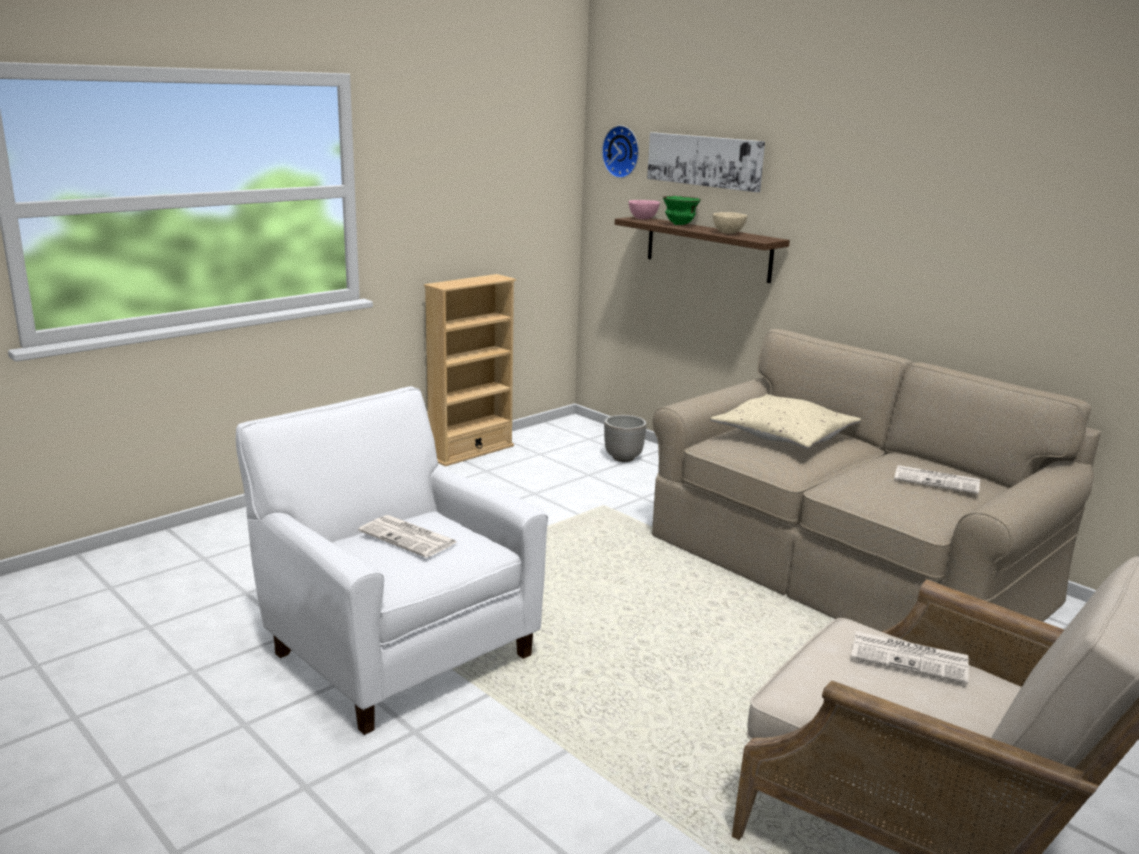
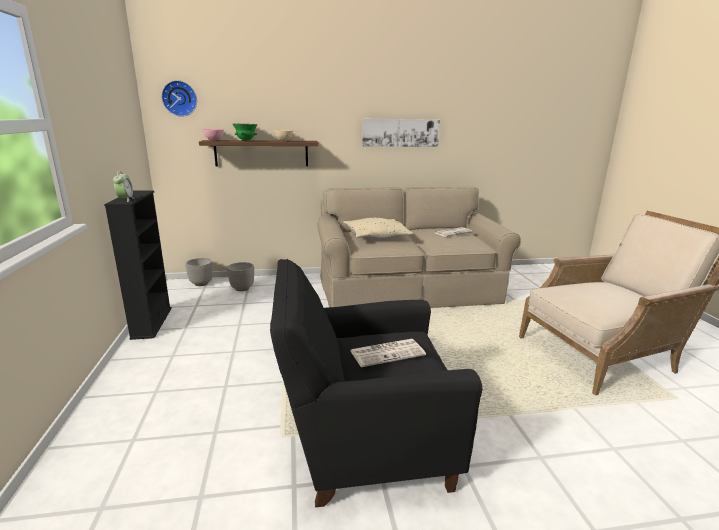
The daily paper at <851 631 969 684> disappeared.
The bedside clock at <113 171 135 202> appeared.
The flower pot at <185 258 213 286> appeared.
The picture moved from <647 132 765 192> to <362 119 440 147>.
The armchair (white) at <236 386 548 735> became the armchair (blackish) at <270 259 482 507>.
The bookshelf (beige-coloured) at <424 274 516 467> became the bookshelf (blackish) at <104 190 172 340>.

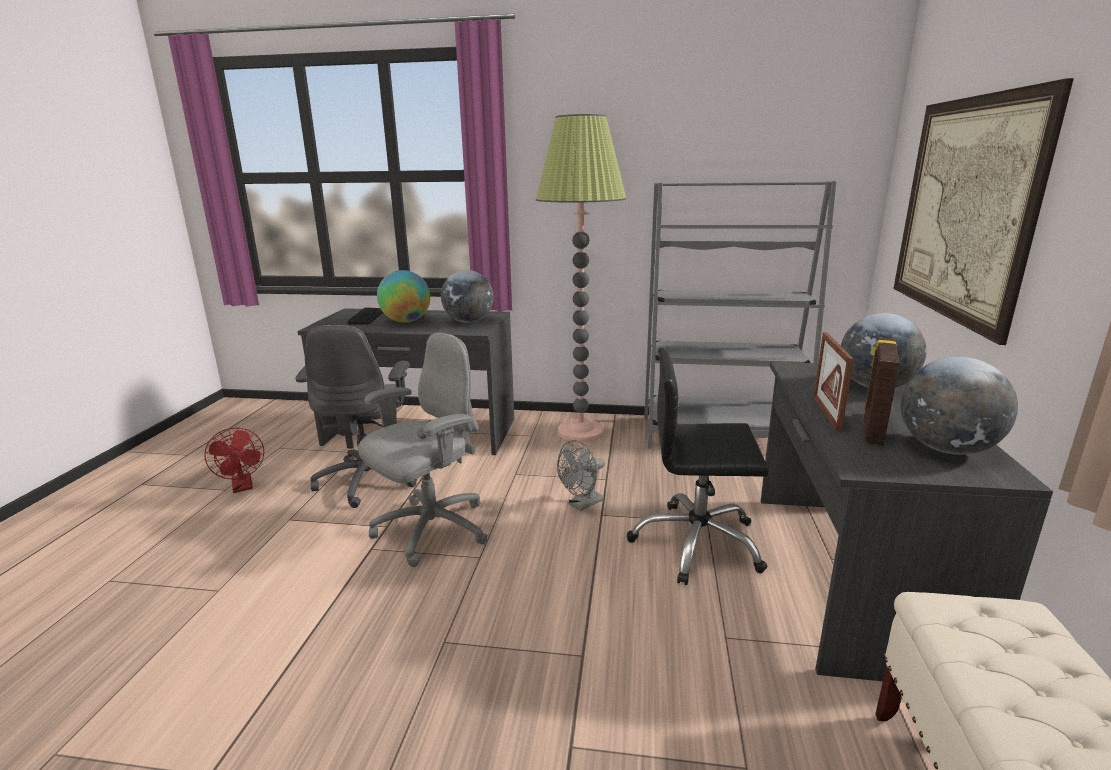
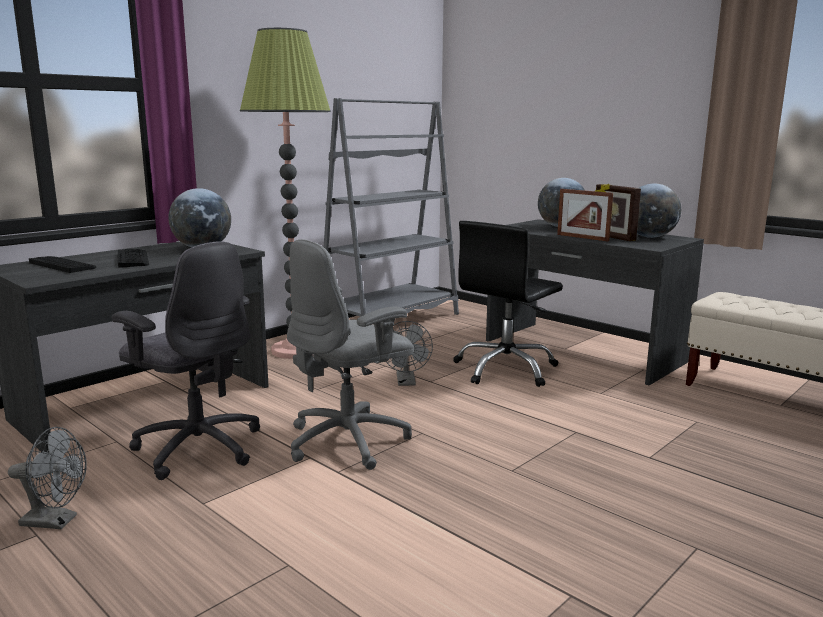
The picture at <893 78 1074 345> disappeared.
The globe at <377 270 430 323> was replaced by the PC keyboard at <118 249 149 268>.
The fan (red-coloured) at <204 428 264 493> became the fan (gray) at <8 427 87 529>.
The desk chair (gray) at <358 333 488 567> turned 120 degrees counterclockwise.

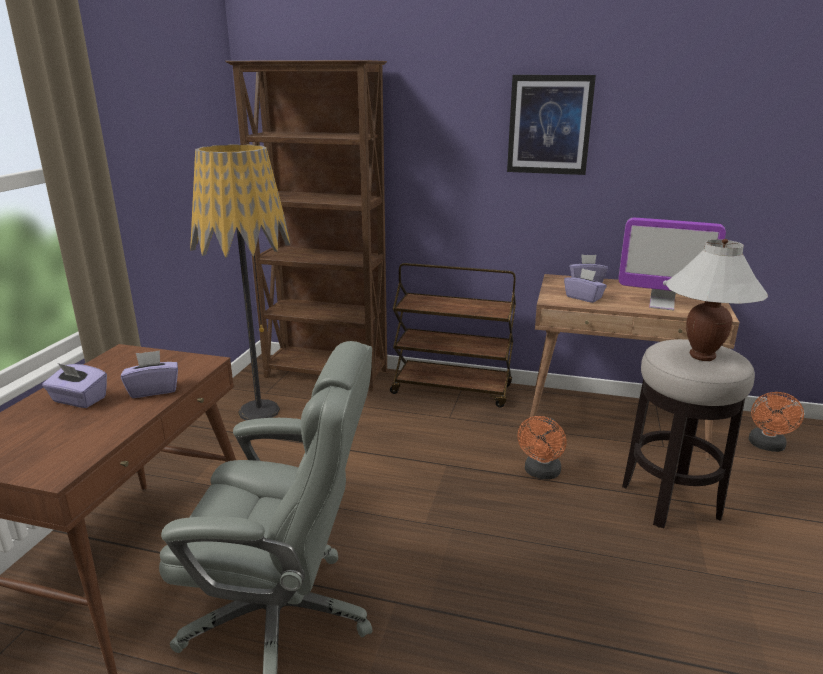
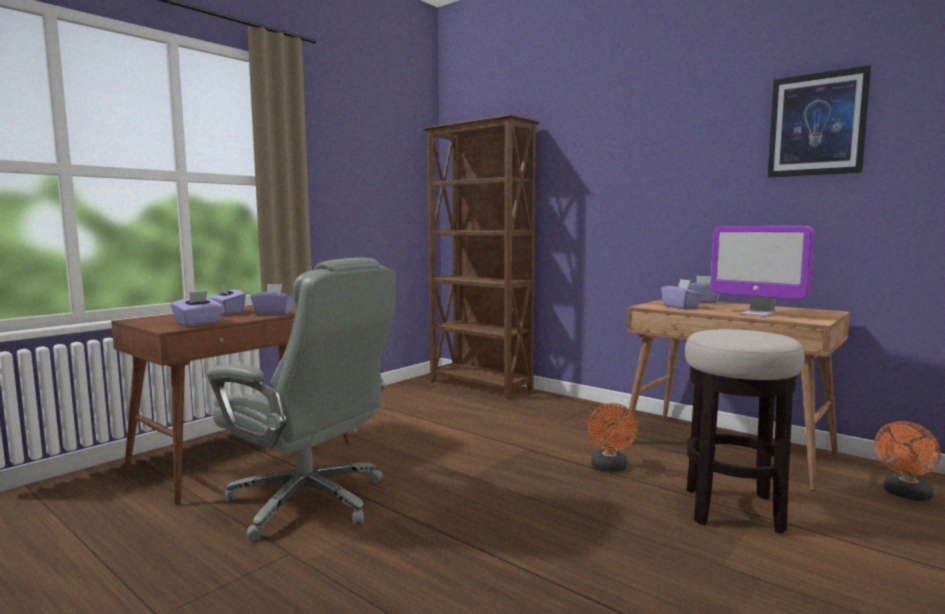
The standard lamp at <190 144 290 420> disappeared.
The cart (brown-coloured) at <390 263 516 408> disappeared.
The tabletop lamp (white) at <666 239 768 361> disappeared.
The tissue box (purple) at <171 291 223 326> appeared.
The picture moved from <507 75 596 175> to <767 65 871 177>.
The fan (orange-coloured) at <517 416 566 480> turned 45 degrees counterclockwise.

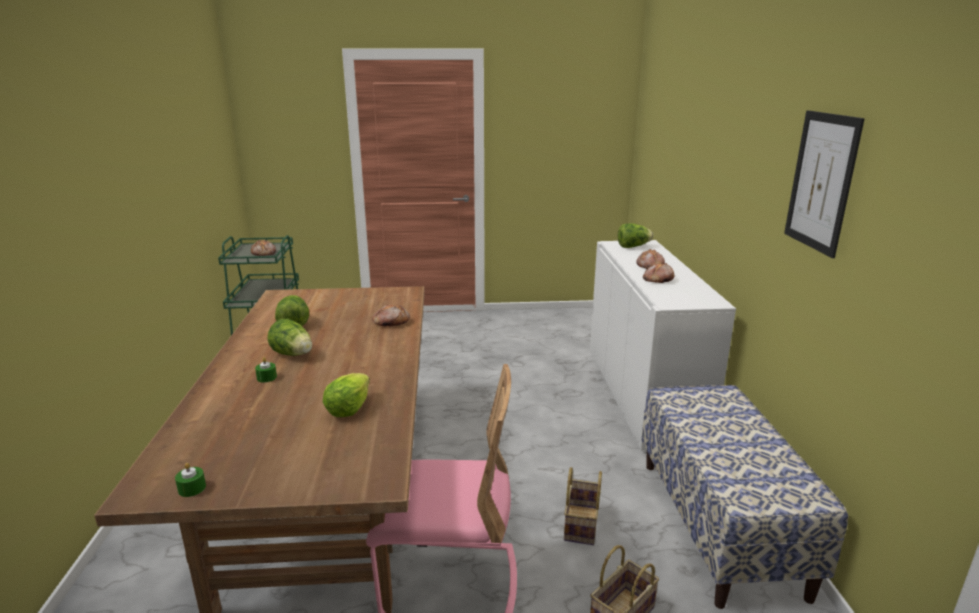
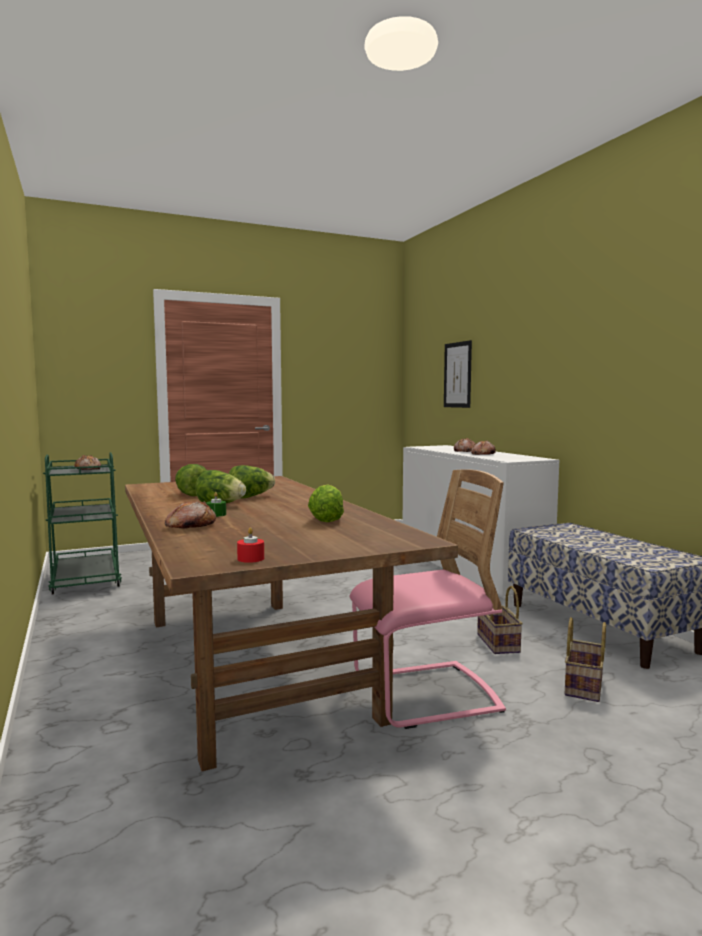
The bread moved from <372 305 410 327> to <165 502 216 529>.
The lettuce head moved from <618 223 653 248> to <229 465 275 498>.
The picture moved from <784 110 865 258> to <444 340 472 408>.
The wax candle (green) at <175 463 206 497> became the wax candle (red-coloured) at <237 527 264 563>.

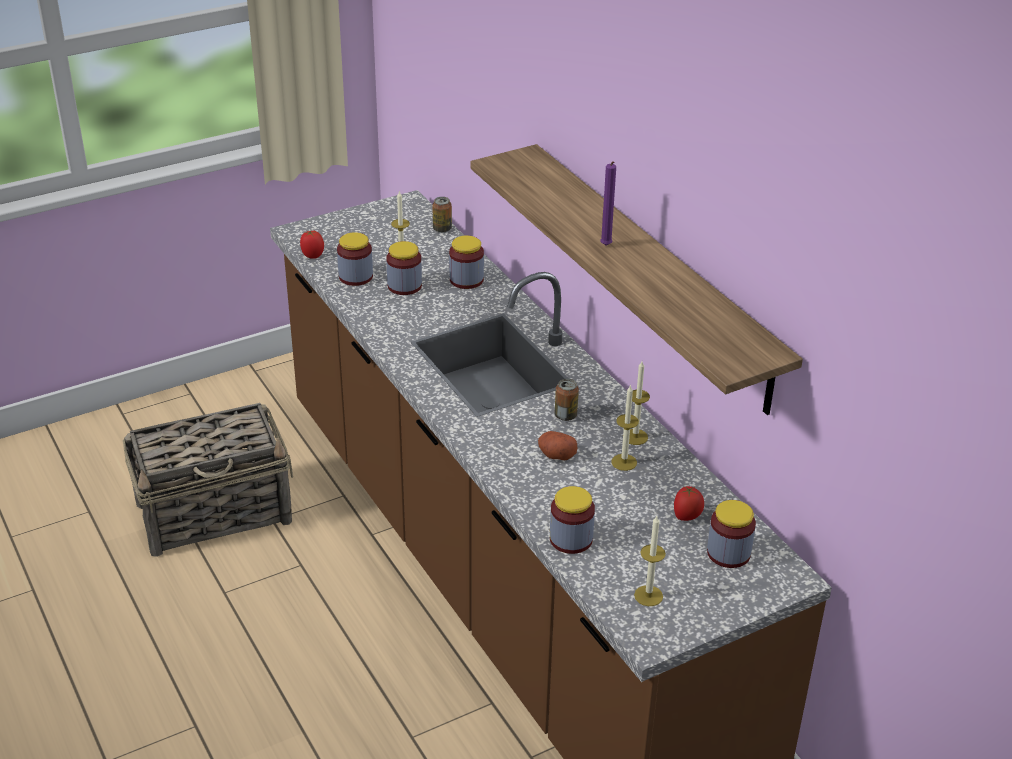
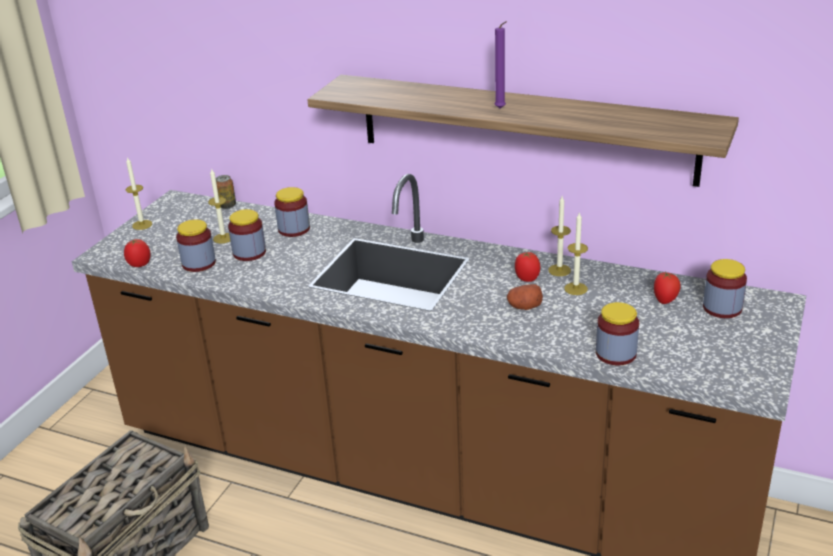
The sealed can at <555 379 579 421> disappeared.
The whole tomato at <515 252 540 282> appeared.
The wax candle moved from <634 516 666 606> to <126 157 152 230>.

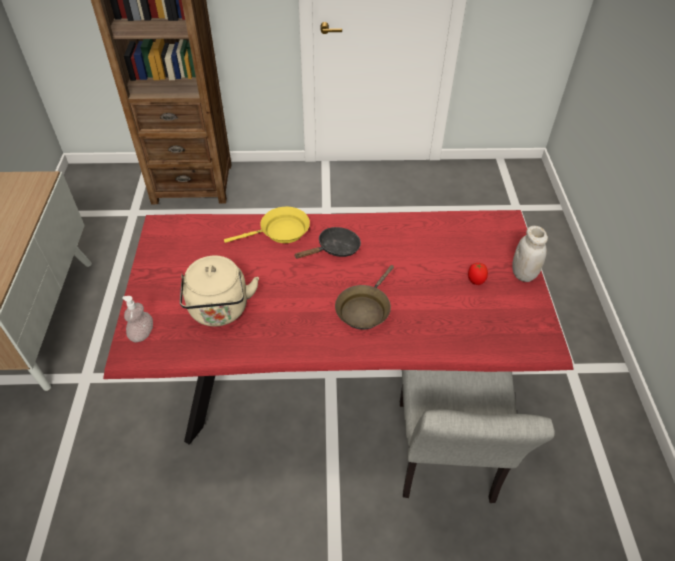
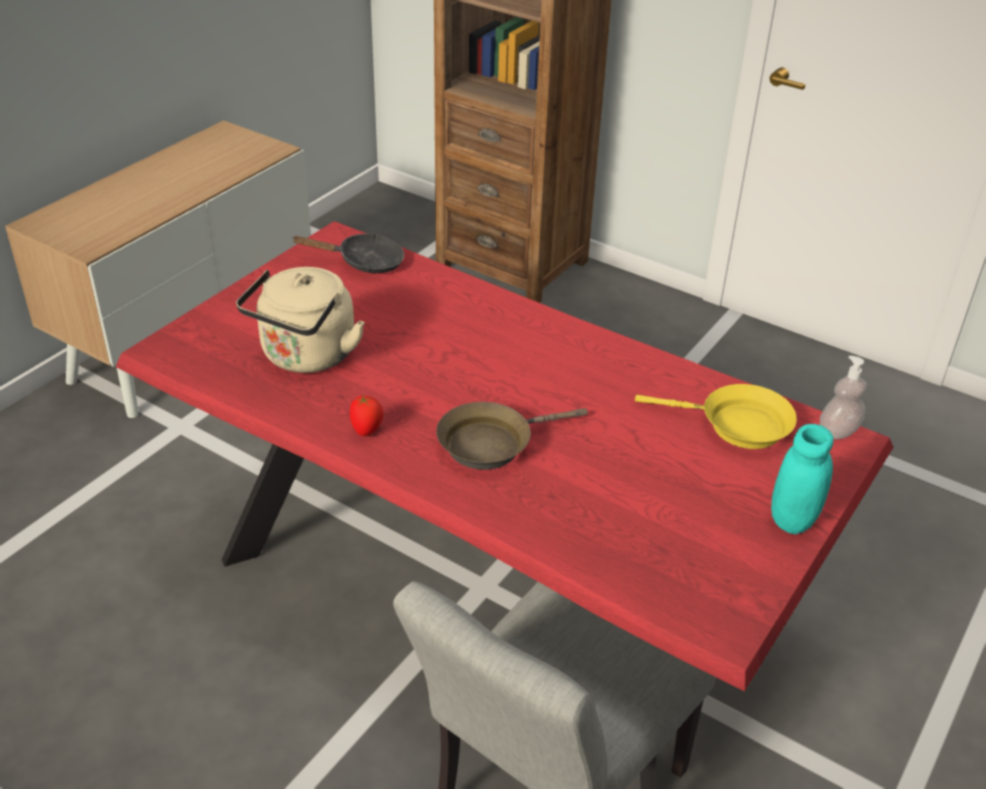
The soap bottle moved from <122 296 153 342> to <820 356 867 439>.
The skillet (yellowish) moved from <224 207 310 243> to <635 384 797 449>.
The skillet (blackish) moved from <294 227 361 259> to <291 234 404 273>.
The whole tomato moved from <468 263 488 285> to <350 395 383 436>.
The storage jar (white) at <513 226 548 282> became the storage jar (blue-green) at <771 424 833 534>.

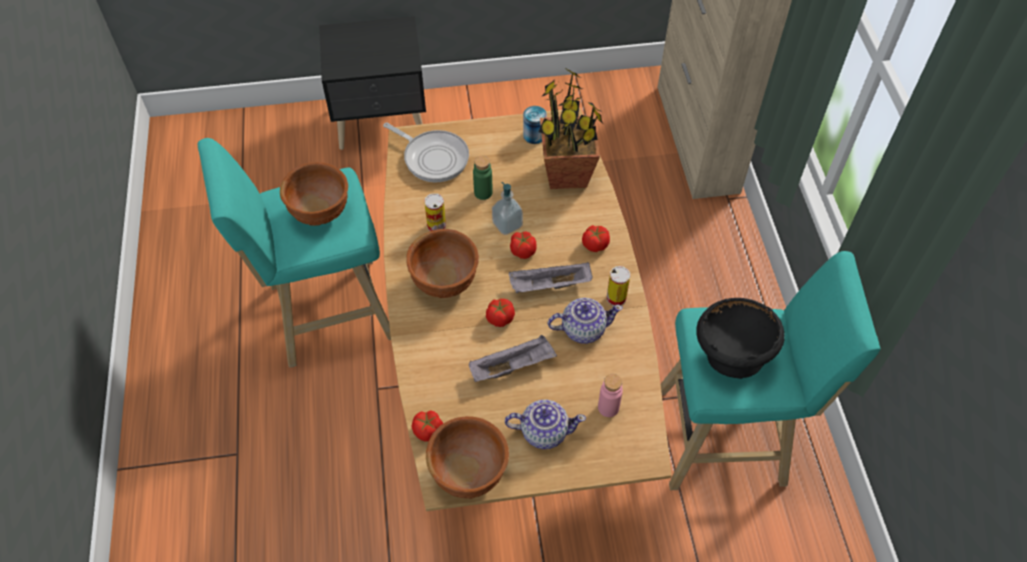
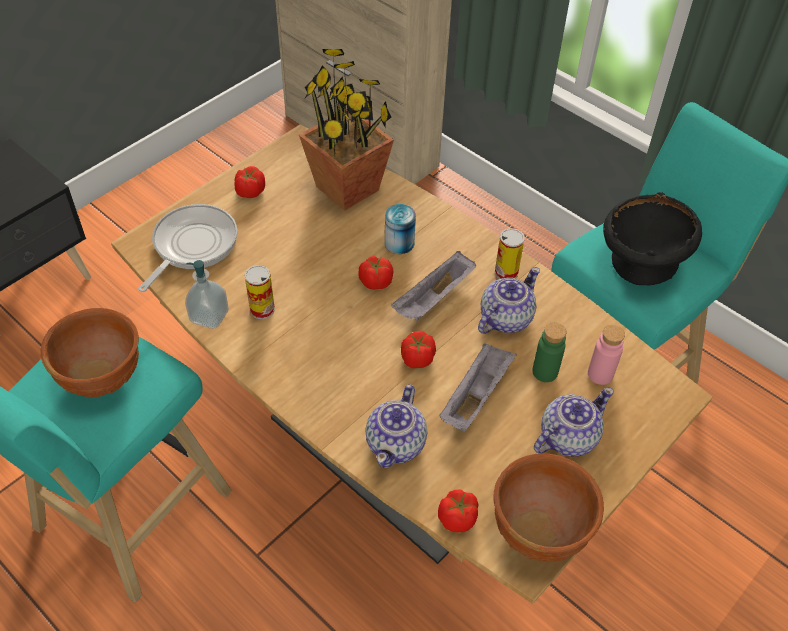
The serving bowl (brown-coloured) at <406 229 479 298> disappeared.
The teapot at <365 384 427 468> appeared.
The bottle (green) moved from <473 156 493 200> to <532 322 566 382>.
The soap bottle moved from <492 182 523 235> to <185 260 228 329>.
The sealed can moved from <523 106 547 144> to <385 204 416 254>.
The whole tomato moved from <582 225 610 252> to <234 166 265 198>.
The skillet at <383 122 469 183> turned 60 degrees counterclockwise.

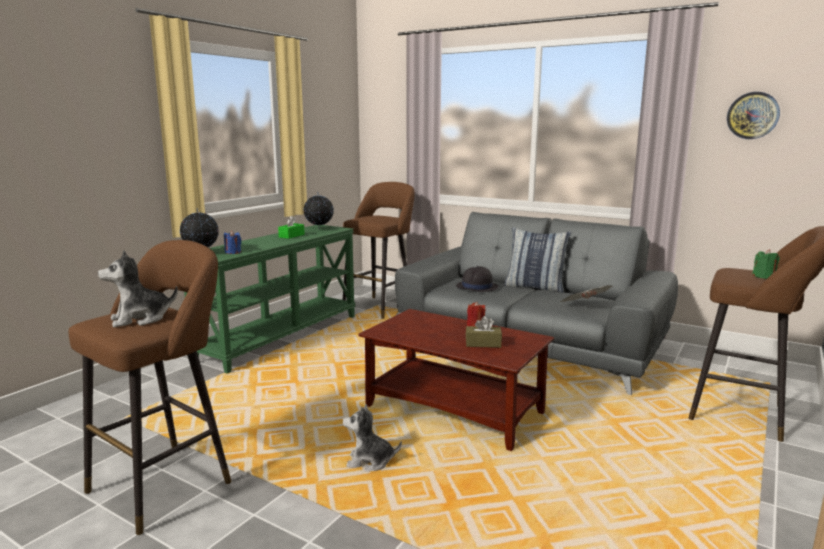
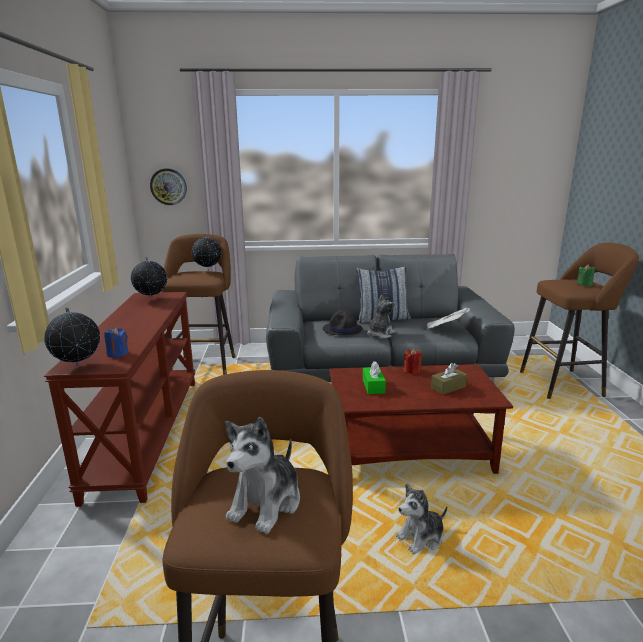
The globe at <192 236 221 269> appeared.
The soft toy at <367 294 395 339> appeared.
The tissue box (green) moved from <278 215 305 239> to <363 361 386 394>.
The clock on the wall moved from <727 92 780 139> to <150 168 187 205>.
The narrow table (green) at <184 225 356 374> became the narrow table (brown-coloured) at <44 292 195 507>.

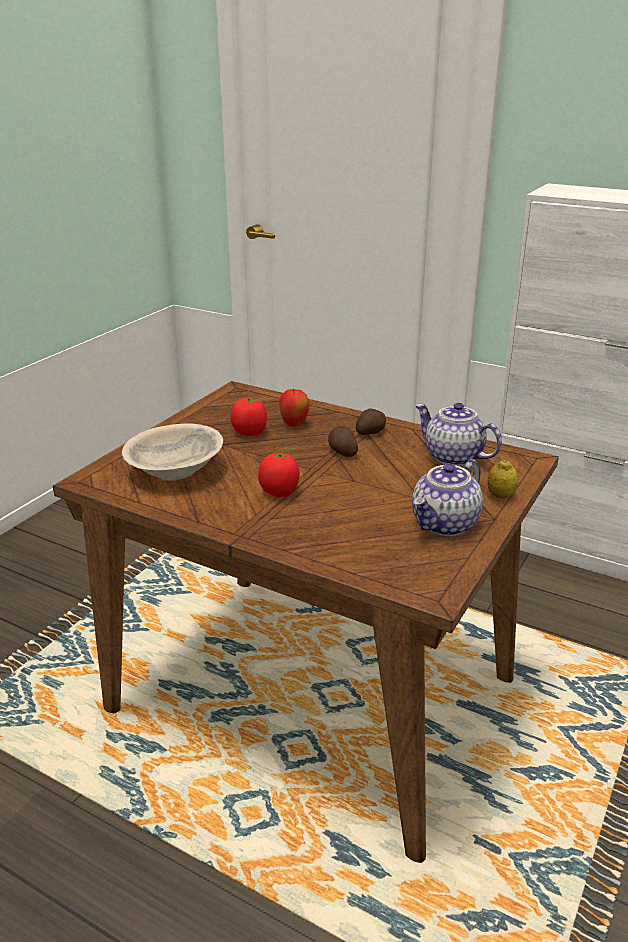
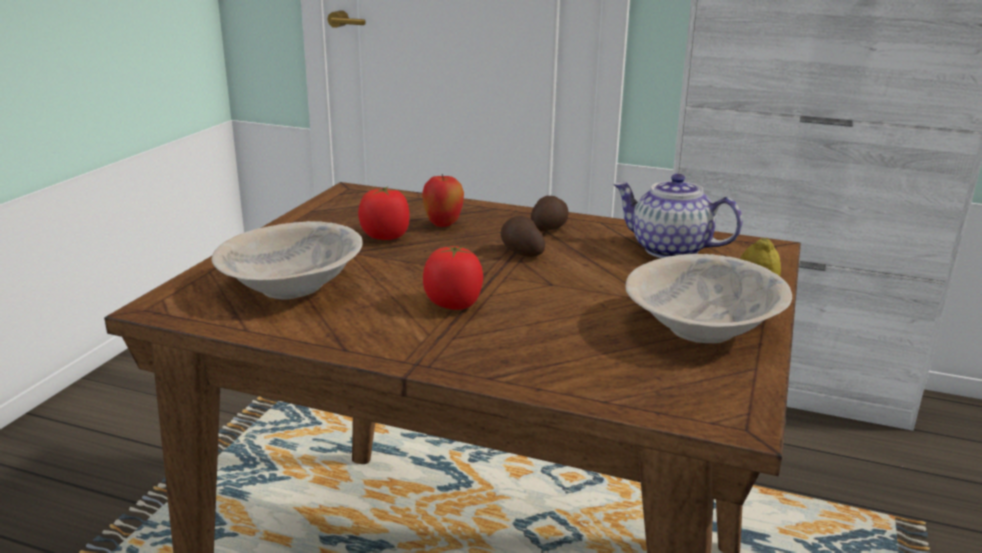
The teapot at <412 459 483 536> was replaced by the serving bowl (beige-coloured) at <625 254 792 343>.

